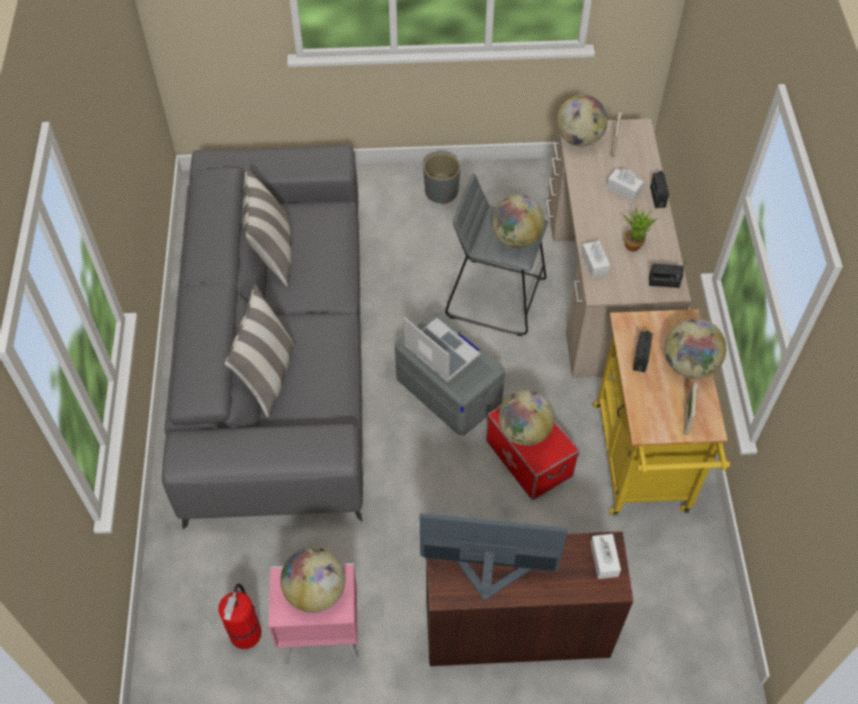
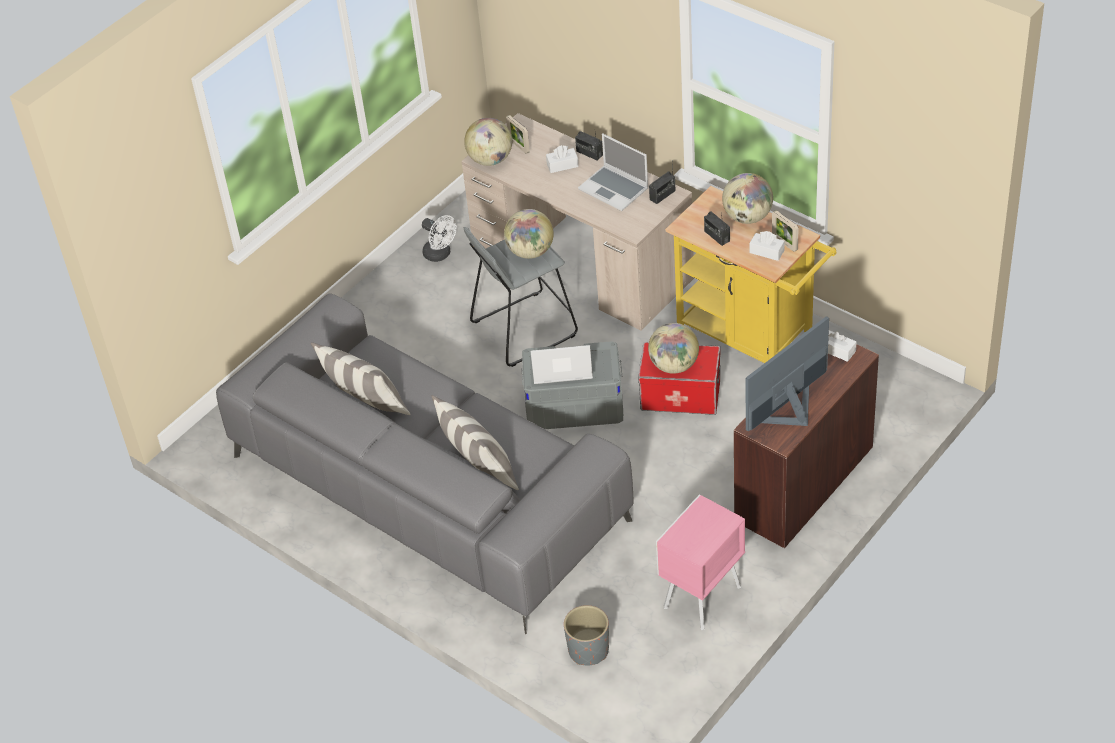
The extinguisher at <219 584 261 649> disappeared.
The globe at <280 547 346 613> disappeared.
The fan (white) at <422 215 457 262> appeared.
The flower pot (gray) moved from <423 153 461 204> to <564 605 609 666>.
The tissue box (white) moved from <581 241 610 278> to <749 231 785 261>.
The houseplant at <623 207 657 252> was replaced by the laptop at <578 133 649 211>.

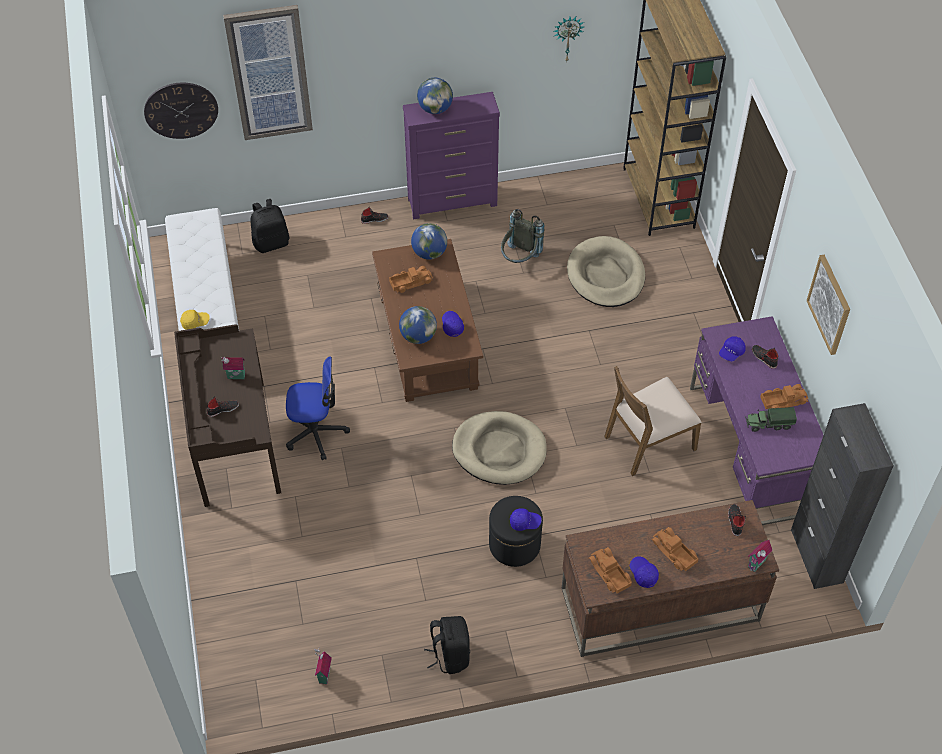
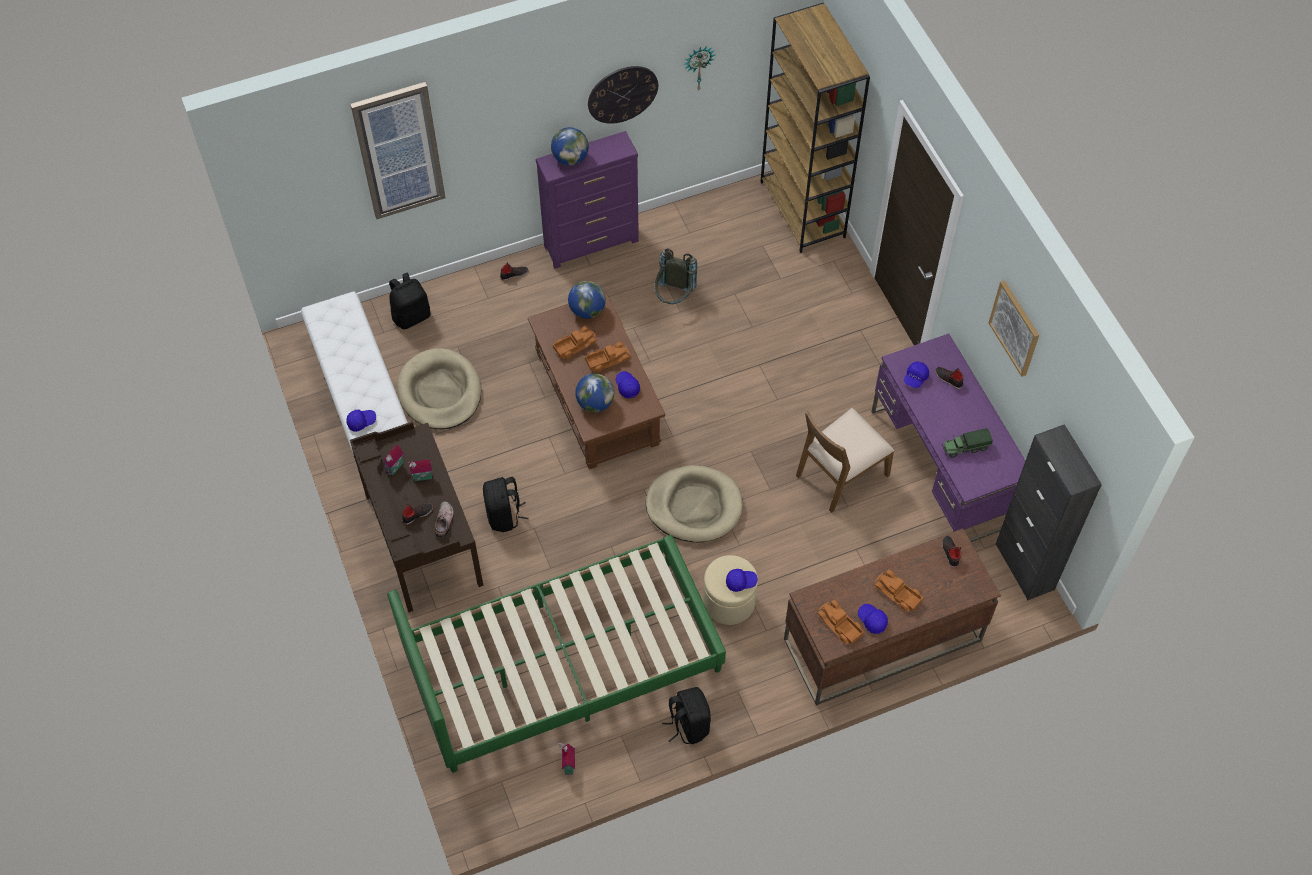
The bedroom bed (green) at <387 535 726 773> appeared.
The low shoe at <435 501 454 538> appeared.
The clock on the wall moved from <144 83 218 139> to <588 66 658 124>.
The pet bed (beige-coloured) moved from <567 236 645 307> to <397 348 481 429>.
The model house moved from <748 540 772 572> to <383 444 404 476>.
The model truck moved from <760 384 809 409> to <585 342 630 372>.
The desk chair at <286 356 350 460> was replaced by the knapsack (blackish) at <483 477 529 532>.
The peaked cap (yellowish) at <180 310 210 330> became the peaked cap (bluish) at <346 410 376 432>.
The pouffe (blackish) at <489 496 543 567> became the pouffe (beige-coloured) at <703 555 758 625>.

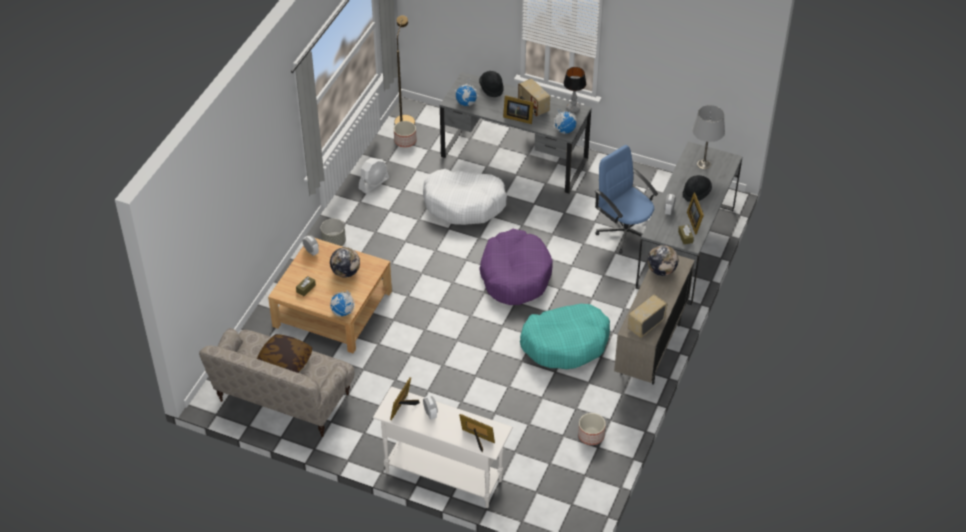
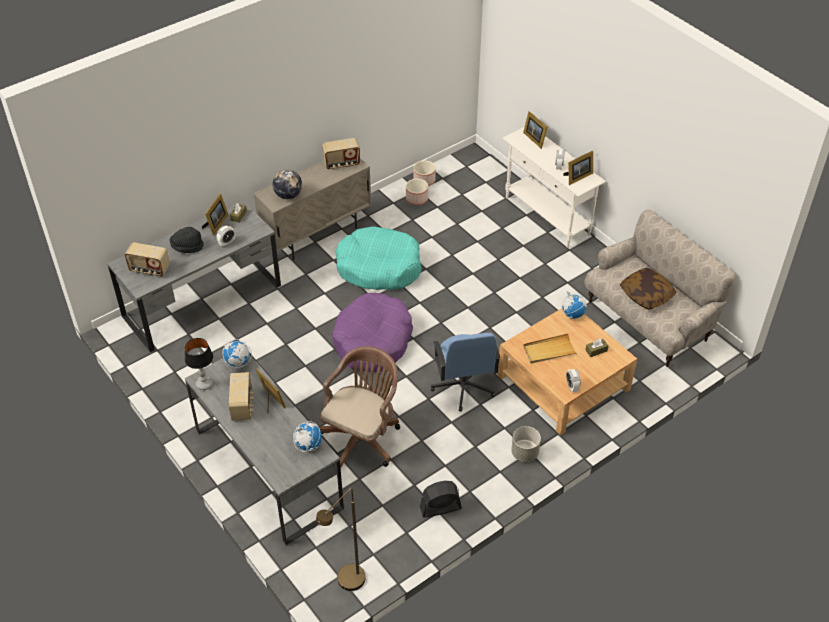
The hat (blackish) at <479 71 504 97> disappeared.
The flower pot moved from <394 121 417 148> to <413 161 436 186>.
The desk chair (bluish) moved from <595 145 658 254> to <431 333 501 411>.
The globe at <330 247 360 278> was replaced by the serving tray (beige-coloured) at <523 333 577 364>.
The pet bed (white) at <423 169 507 225> was replaced by the desk chair (brown-coloured) at <319 346 400 467>.
The tabletop lamp (gray) at <692 105 725 169> was replaced by the radio at <125 242 170 277>.
The fan (white) at <358 158 389 194> became the fan (blackish) at <420 481 462 518>.

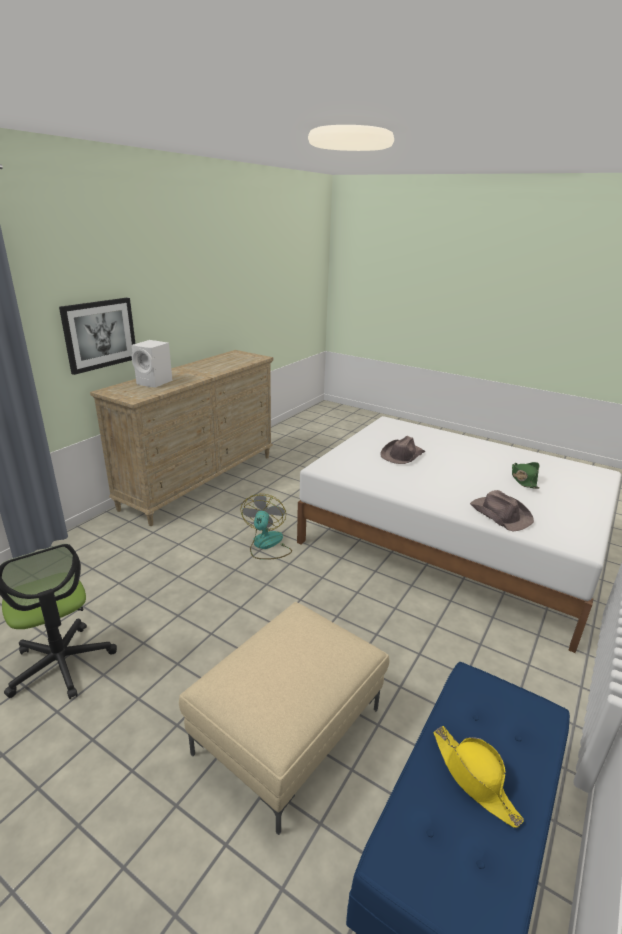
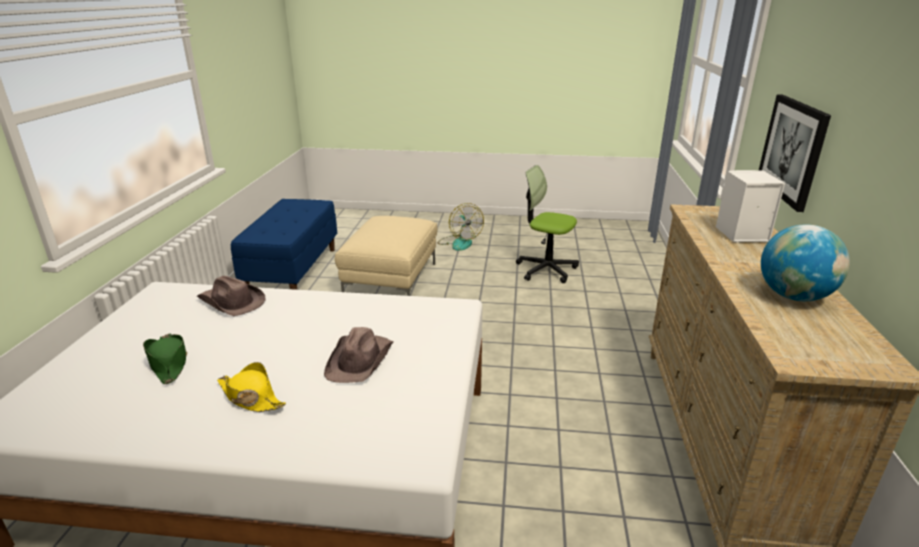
The globe at <761 224 850 301> appeared.
The fan moved from <240 494 292 560> to <438 203 484 251>.
The hat (yellowish) moved from <433 726 524 828> to <217 362 286 412>.

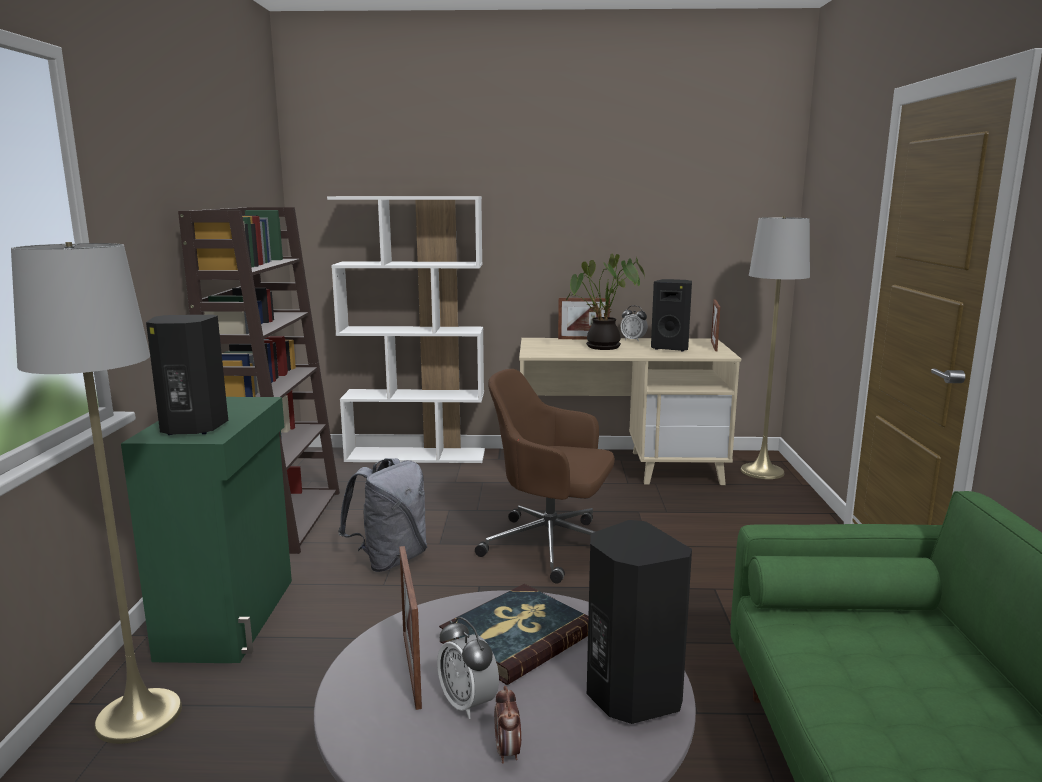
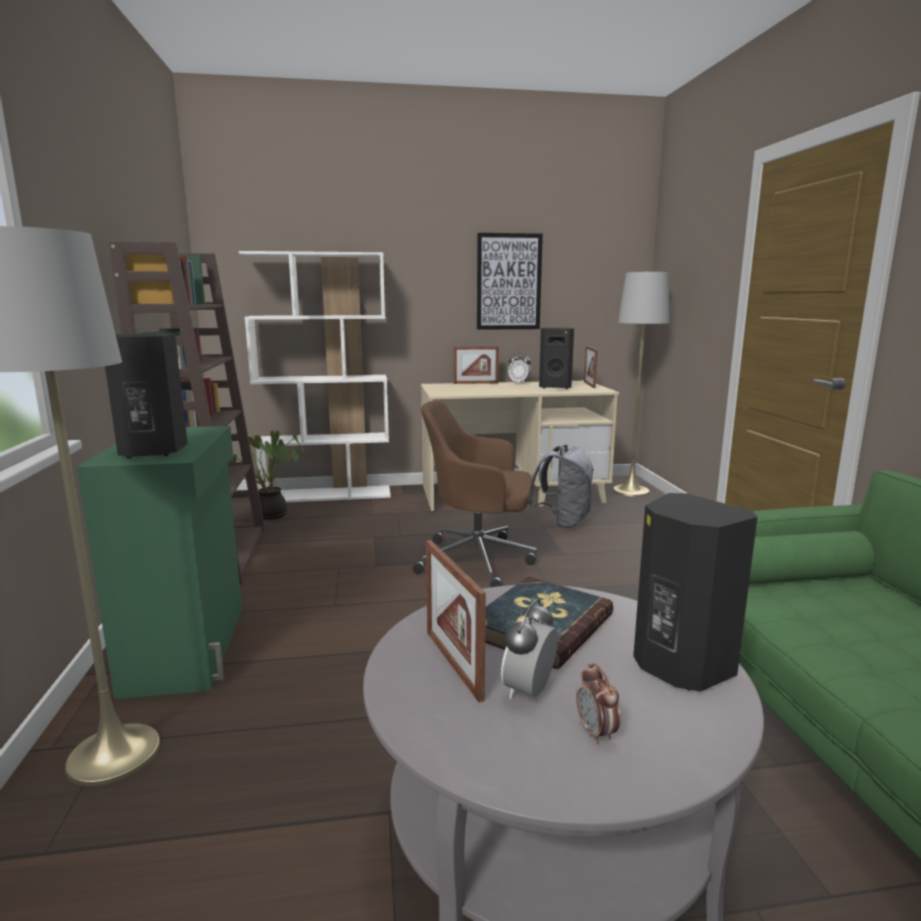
The picture at <477 233 543 330> appeared.
The knapsack (gray) moved from <338 458 427 572> to <528 445 594 529>.
The houseplant moved from <566 254 645 350> to <228 431 304 520>.
The bedside clock at <437 617 499 719> turned 75 degrees clockwise.

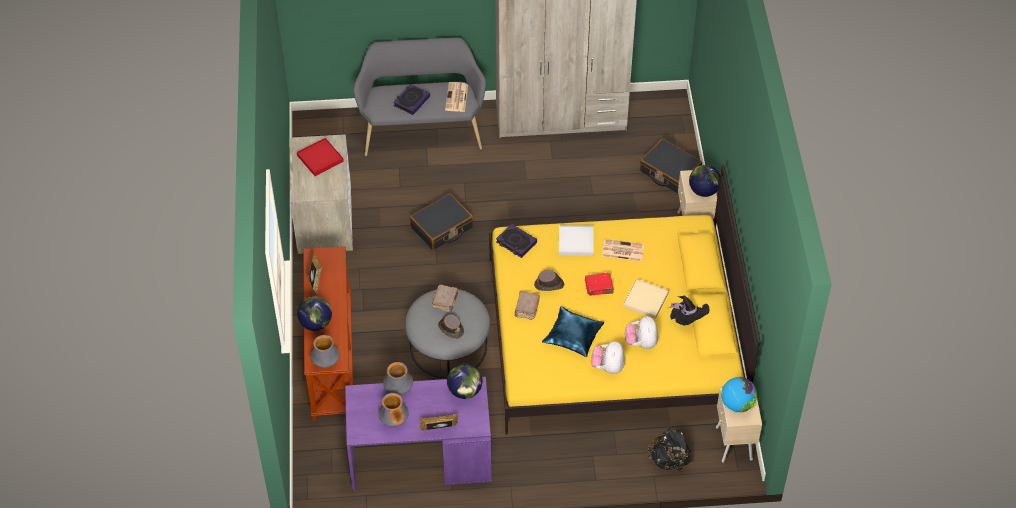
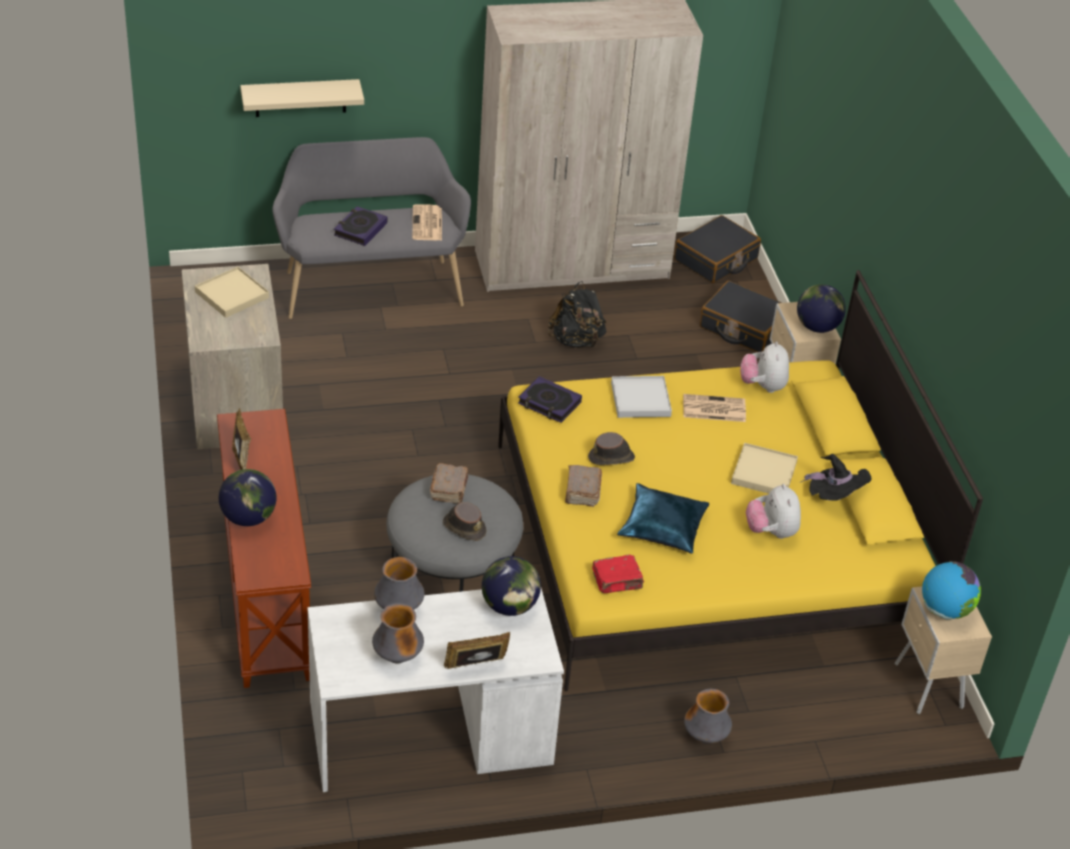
The shelf (beige-coloured) at <240 79 364 117> appeared.
The vase moved from <310 335 340 368> to <684 689 732 744>.
The suitcase (blackish) moved from <410 193 473 250> to <674 215 761 283>.
The book (red-coloured) moved from <585 273 614 295> to <592 555 644 593>.
The soft toy moved from <591 341 625 374> to <740 341 789 393>.
The knapsack (blackish) moved from <647 426 691 472> to <548 281 606 349>.
The serving tray (red-coloured) at <297 138 344 176> became the serving tray (beige-coloured) at <195 267 269 318>.
The desk (purple) at <345 377 491 491> became the desk (white) at <308 589 564 792>.

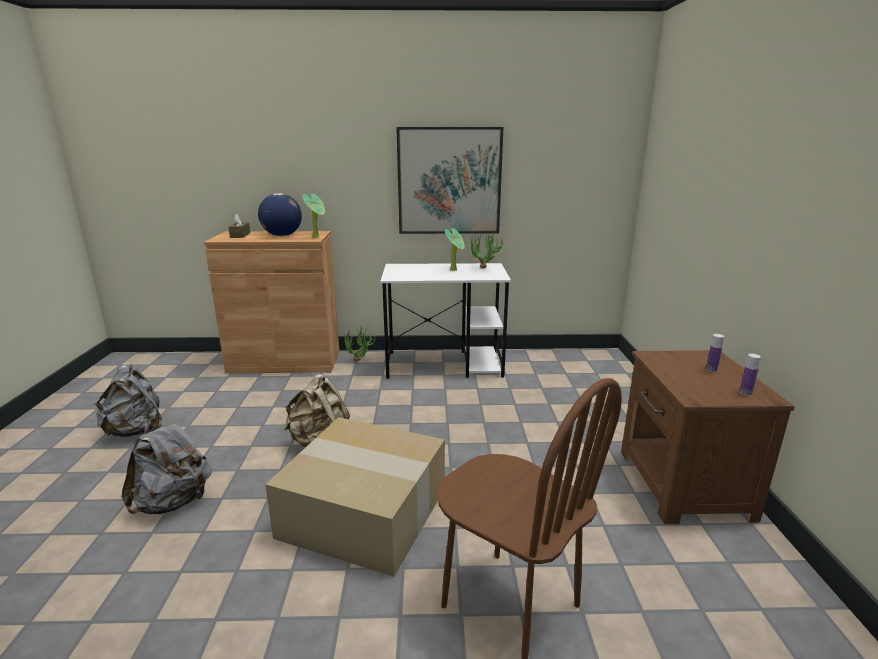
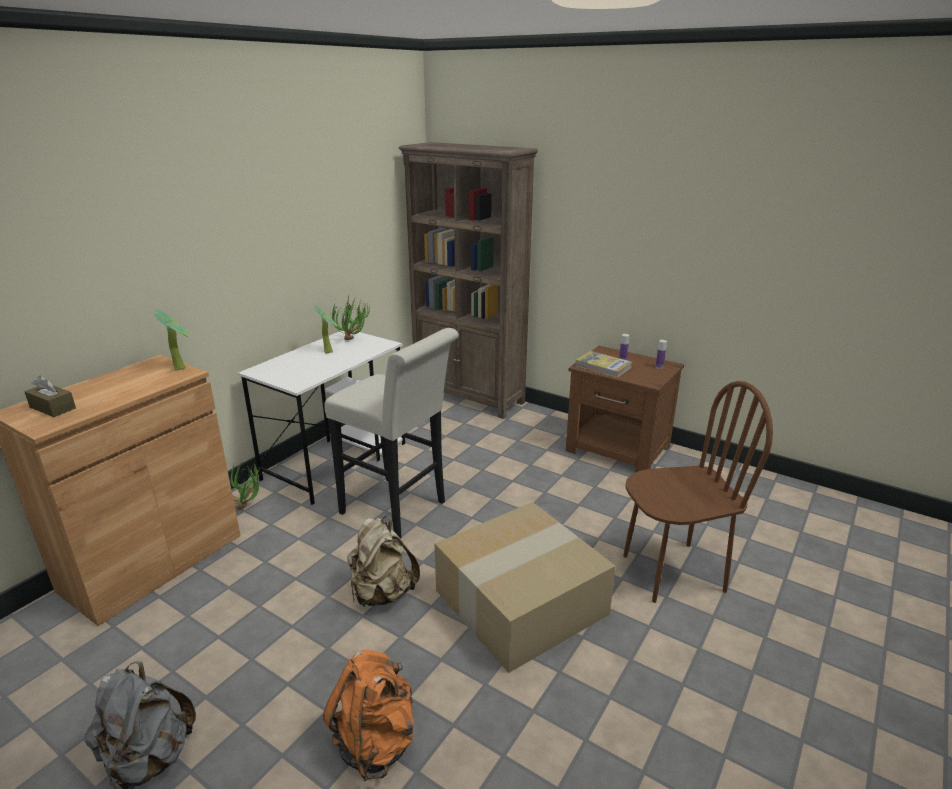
The globe at <258 193 302 236> disappeared.
The picture at <396 127 503 234> disappeared.
The stool (white) at <324 328 459 538> appeared.
The bookshelf (brown-coloured) at <399 142 538 419> appeared.
The book at <575 351 632 378> appeared.
The knapsack (gray) at <122 419 212 514> became the knapsack (orange-coloured) at <323 649 414 781>.

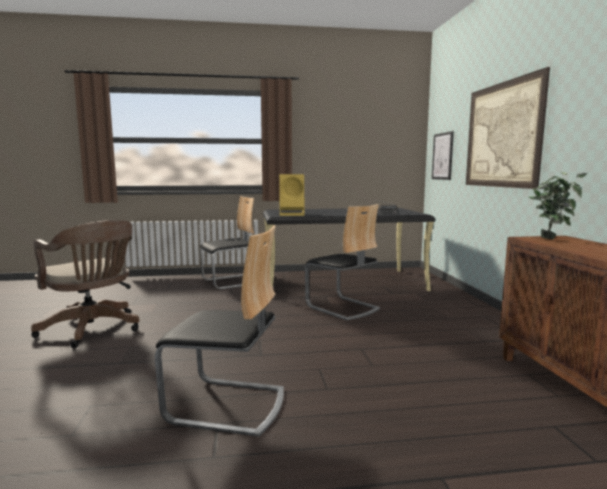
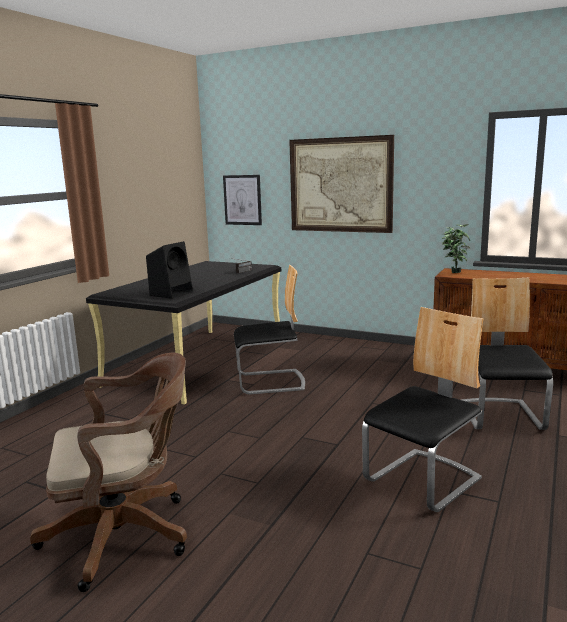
The chair moved from <200 196 254 289> to <461 278 553 430>.
The speaker (yellowish) at <279 174 304 216> became the speaker (blackish) at <146 241 193 299>.

